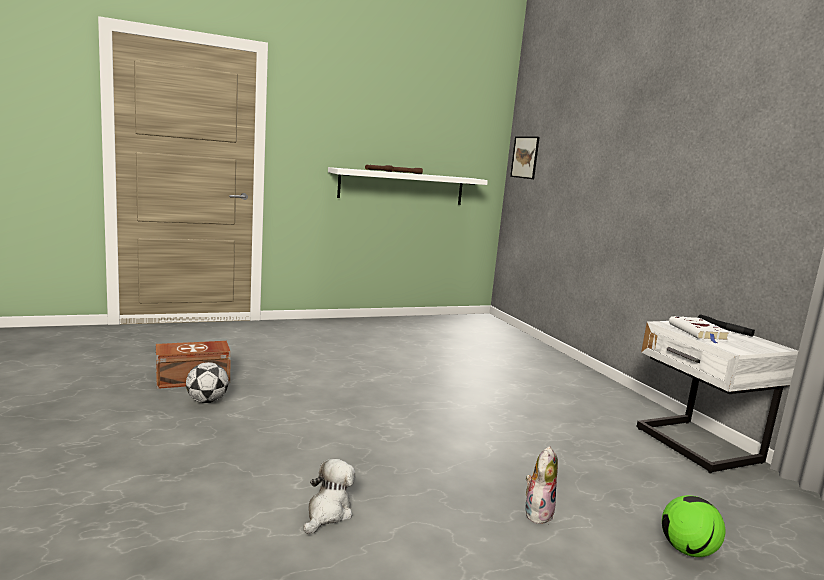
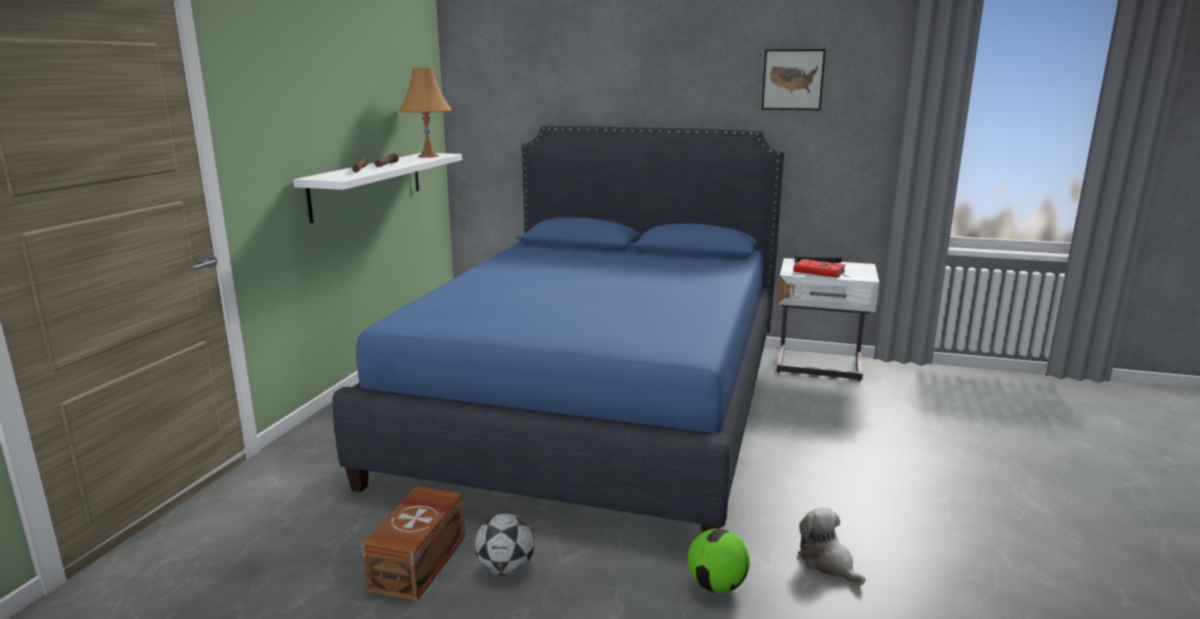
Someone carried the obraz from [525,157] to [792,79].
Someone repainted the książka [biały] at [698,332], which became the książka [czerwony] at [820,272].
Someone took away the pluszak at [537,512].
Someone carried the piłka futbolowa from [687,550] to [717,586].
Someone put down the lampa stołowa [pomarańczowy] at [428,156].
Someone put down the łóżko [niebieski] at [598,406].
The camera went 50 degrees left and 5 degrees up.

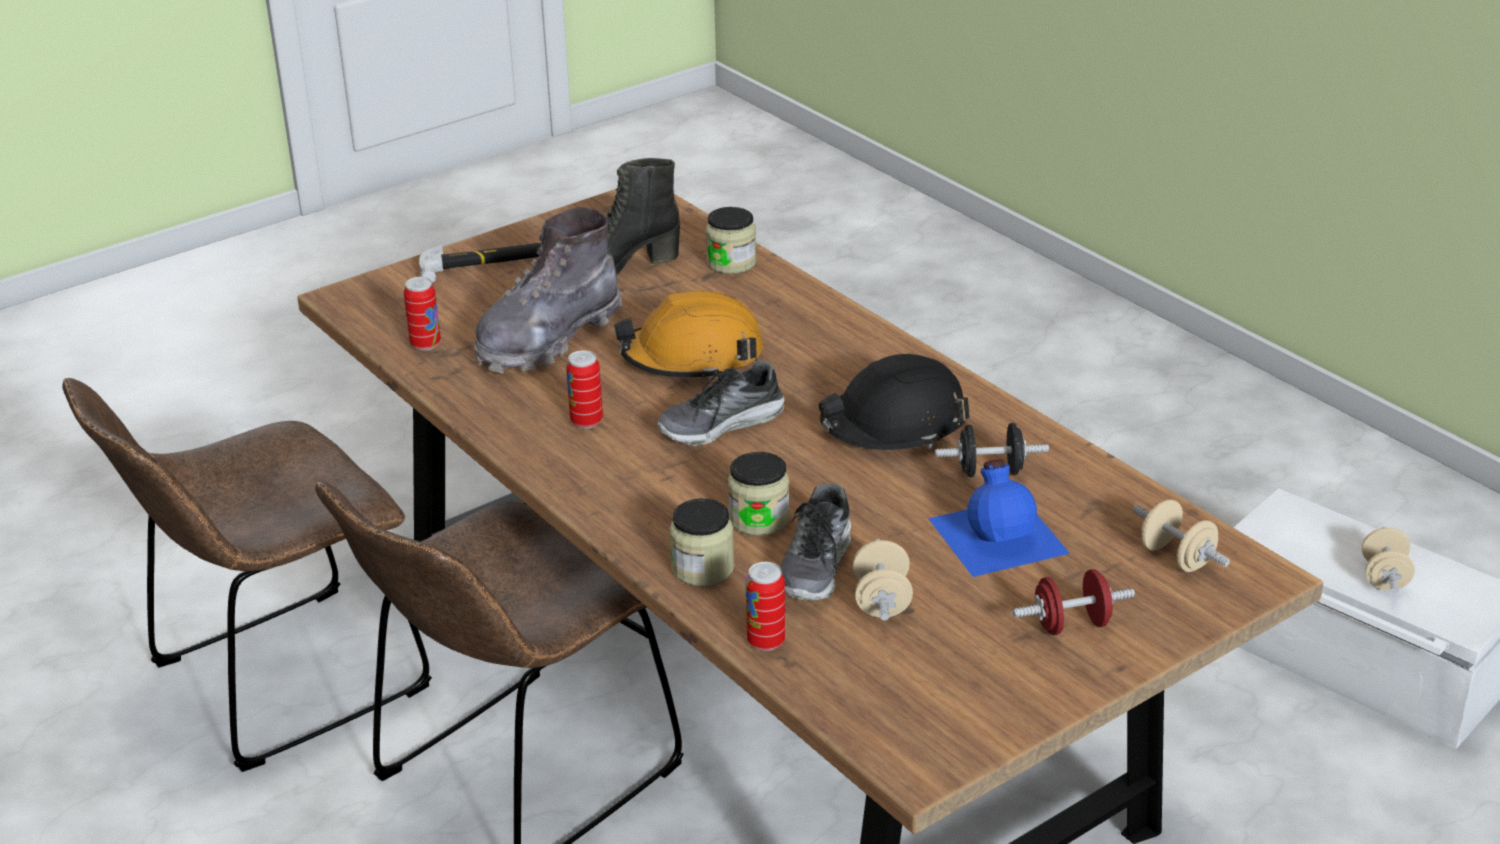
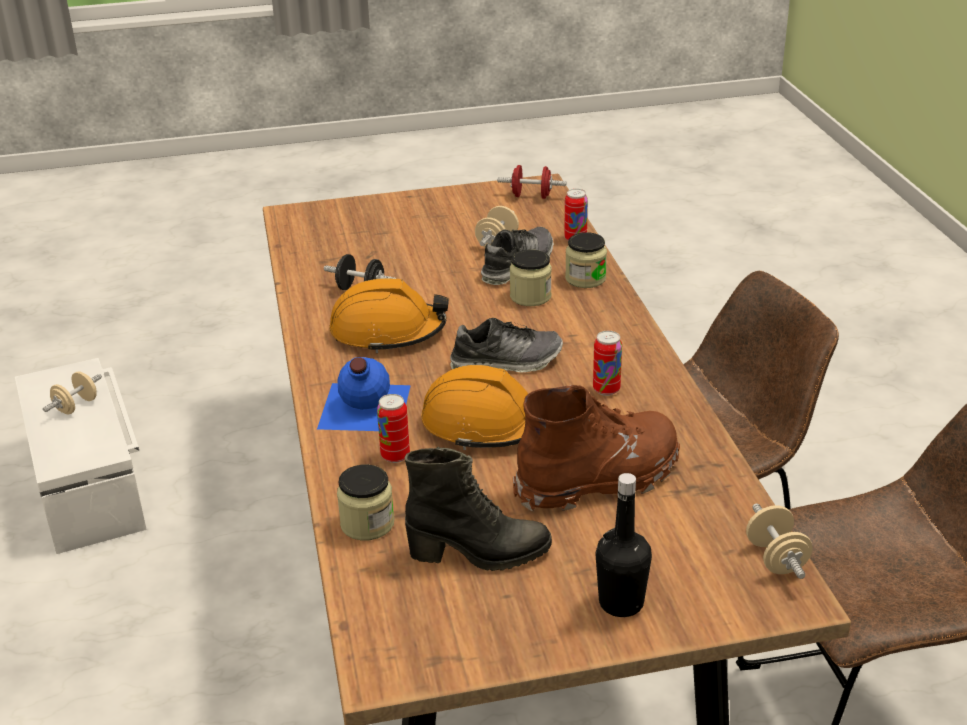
Someone repainted the but z cholewką [szary] at [548,338], which became the but z cholewką [brązowy] at [599,480].
Someone swapped the młotek at [486,264] for the butelka [czarny] at [621,603].
Someone carried the puszka from [425,344] to [395,456].
Someone repainted the kask [czarny] at [894,426], which became the kask [pomarańczowy] at [387,332].
Someone carried the butelka [niebieski] from [999,534] to [363,407].
Someone carried the hantel [beżowy] from [1176,558] to [776,558].
Someone carried the hantel [czerwony] from [1071,625] to [531,196].
The camera went 155 degrees left and 0 degrees up.

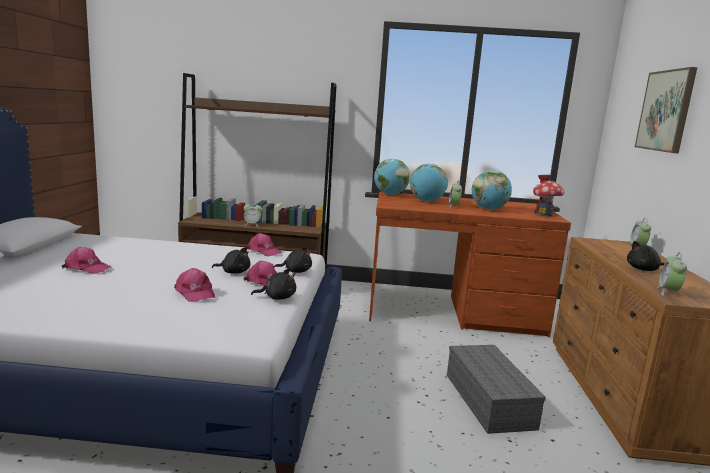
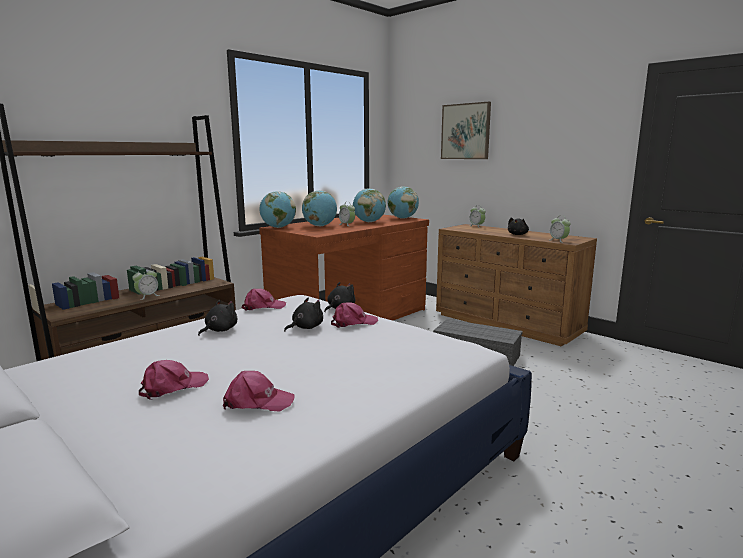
Someone swapped the domek at [544,214] for the globus at [402,218].
Someone carried the czapka z daszkiem [różowy] from [195,293] to [257,402].
Someone carried the pluszak [czarny] from [277,297] to [219,330].
The camera went 50 degrees left and 0 degrees up.

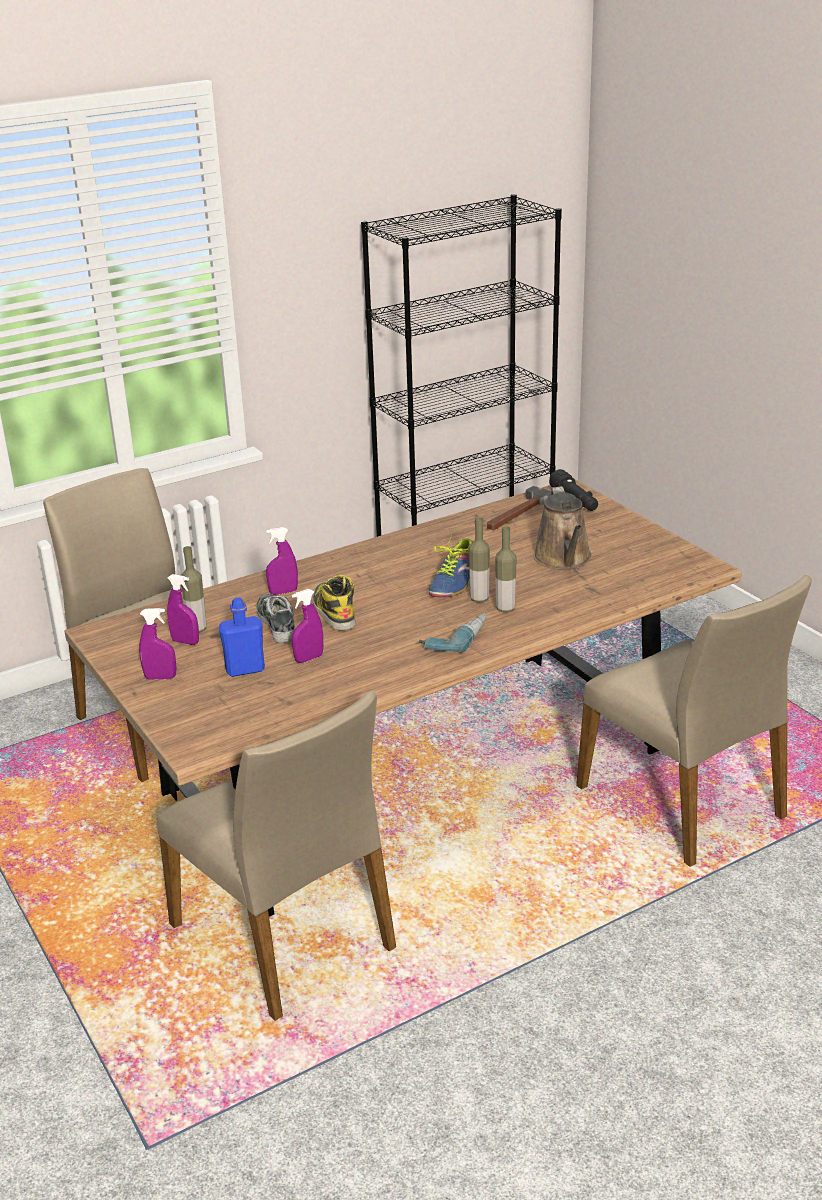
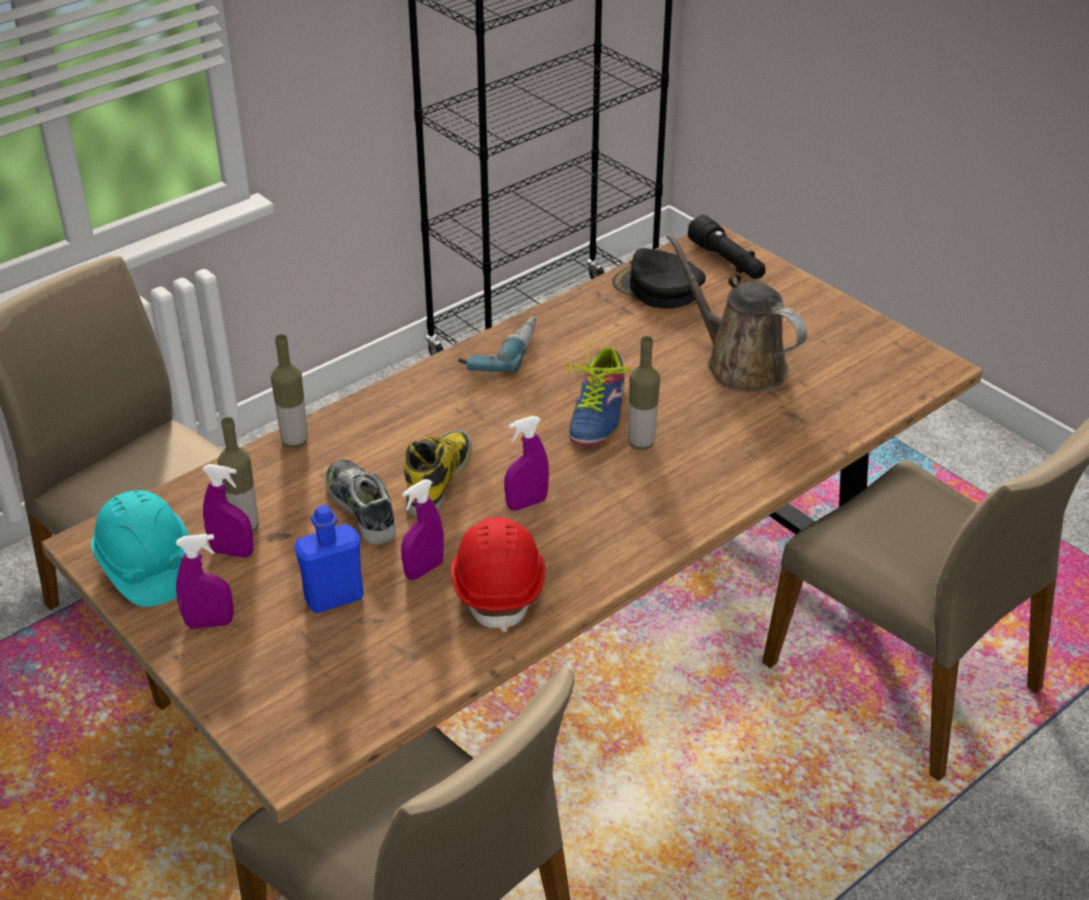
Someone swapped the młotek at [519,514] for the czapka z daszkiem [czarny] at [657,288].
Someone rotated the konewka [brązowy] at [563,559] by 150 degrees clockwise.
Someone carried the butelka from [505,609] to [294,441].
Someone carried the spryskiwacz [fioletowy] from [283,592] to [526,503].
Someone rotated the but z cholewką at [333,611] by 45 degrees clockwise.
Someone carried the wiertarka from [455,638] to [500,352].
Someone put down the kask [turkusowy] at [146,566].
Someone put down the kask [czerwony] at [499,587].
The camera went 10 degrees left and 10 degrees up.

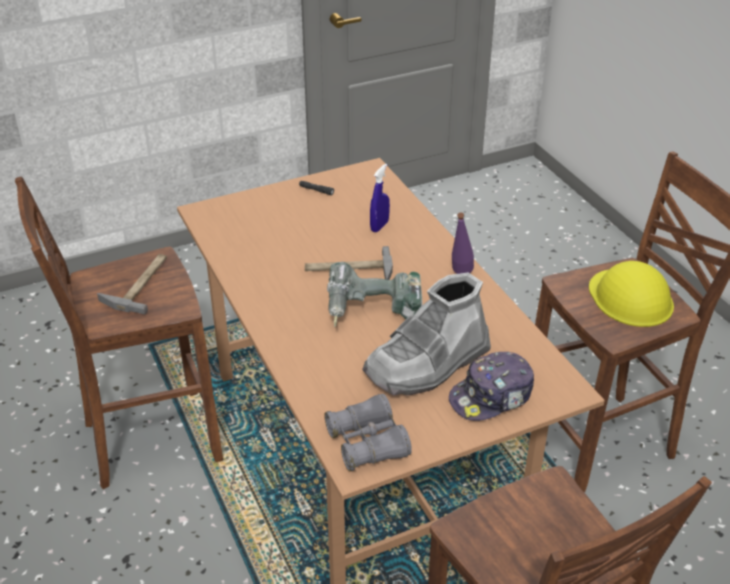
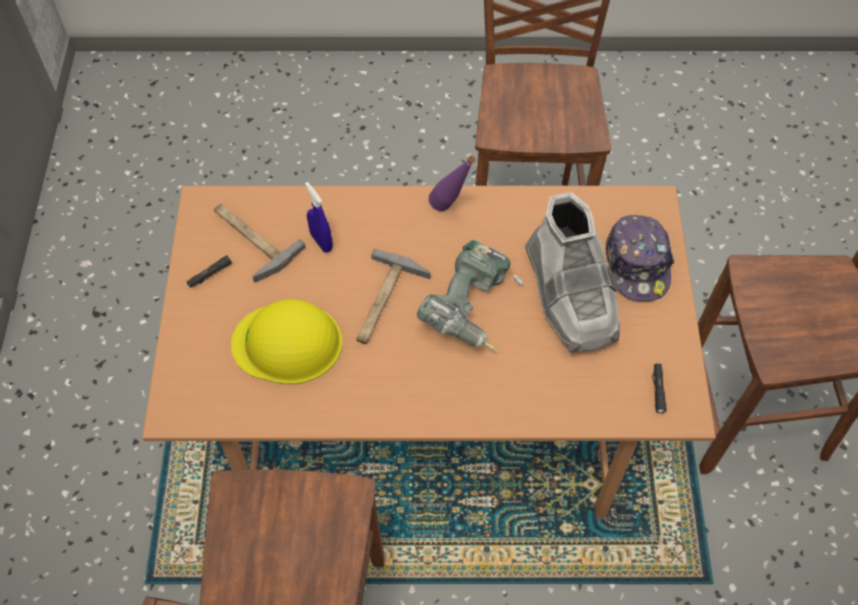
Someone carried the młotek from [141,284] to [249,239].
Someone carried the kask [żółty] from [630,298] to [288,343].
Someone swapped the lornetka [szary] at [367,443] for the latarka [czarny] at [658,390].
The camera went 65 degrees left and 20 degrees up.

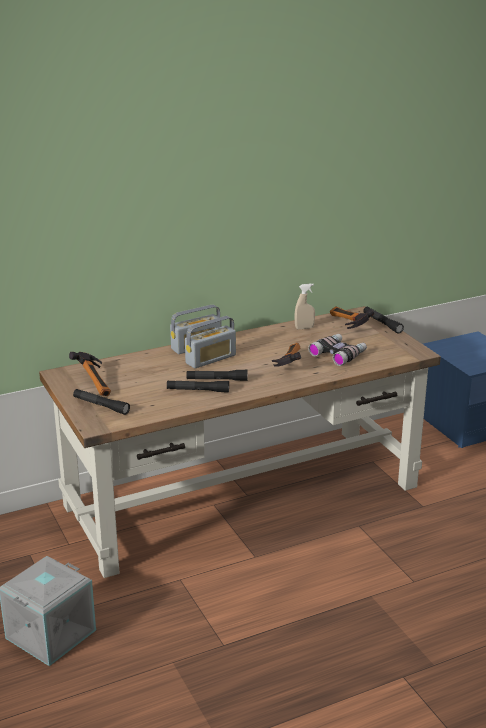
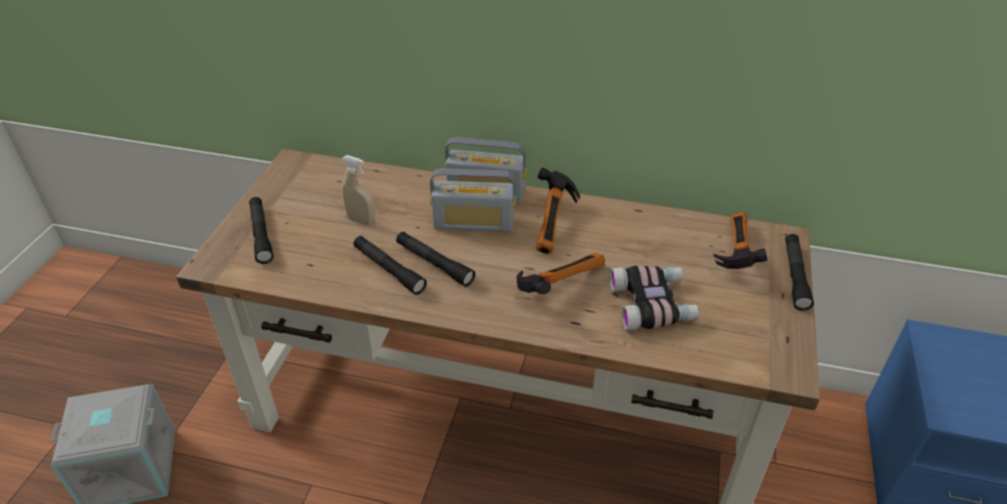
Someone carried the spryskiwacz [beżowy] from [304,328] to [361,221].
Someone carried the młotek from [97,383] to [556,225].
The camera went 40 degrees right and 15 degrees up.

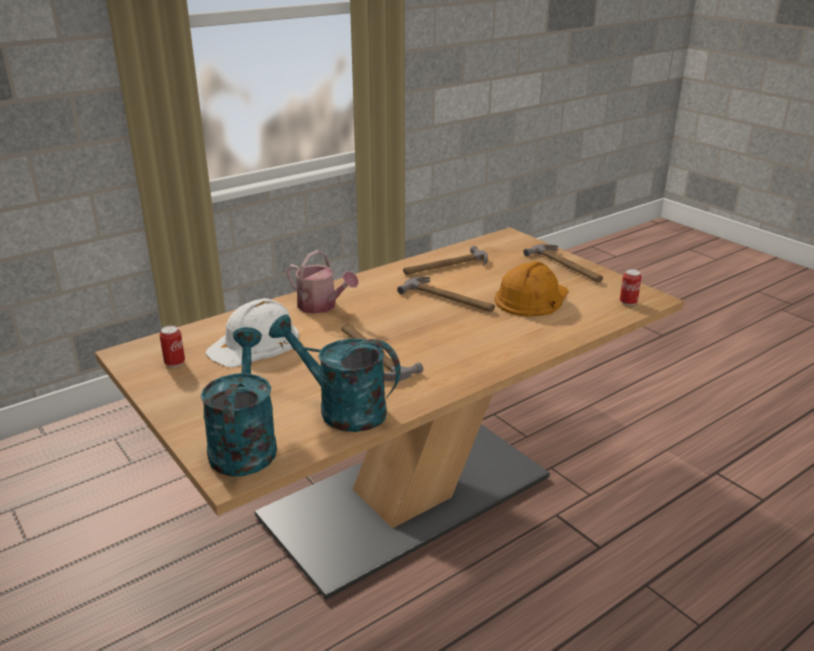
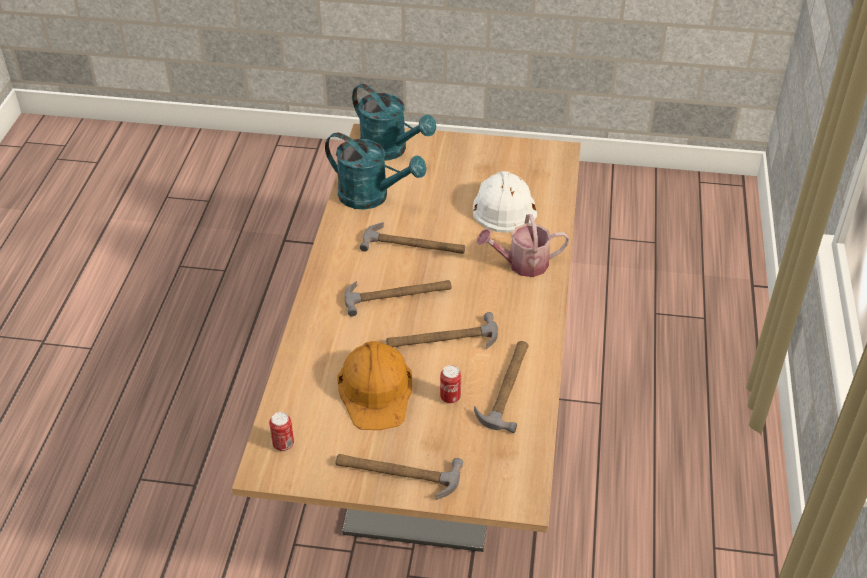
Someone rotated the konewka [turkusowy] at [341,409] by 45 degrees clockwise.
Someone carried the puszka from [175,363] to [450,397].
Someone put down the młotek at [398,295].
The camera went 135 degrees right and 15 degrees up.

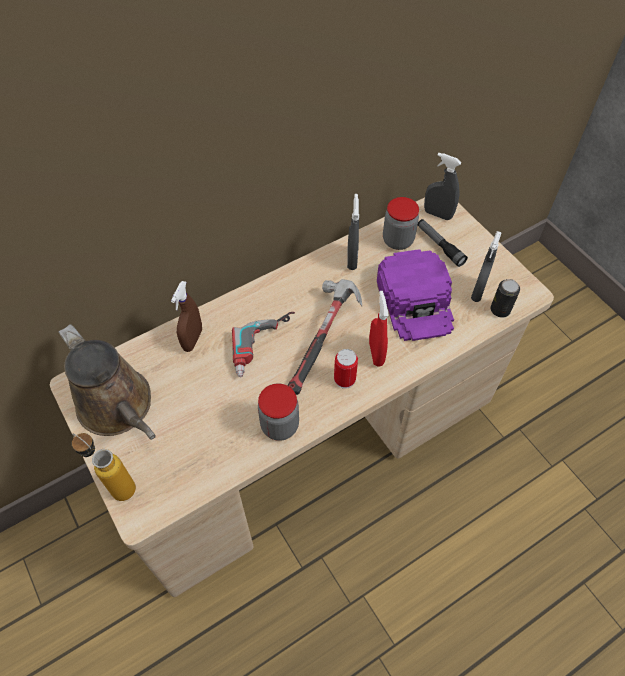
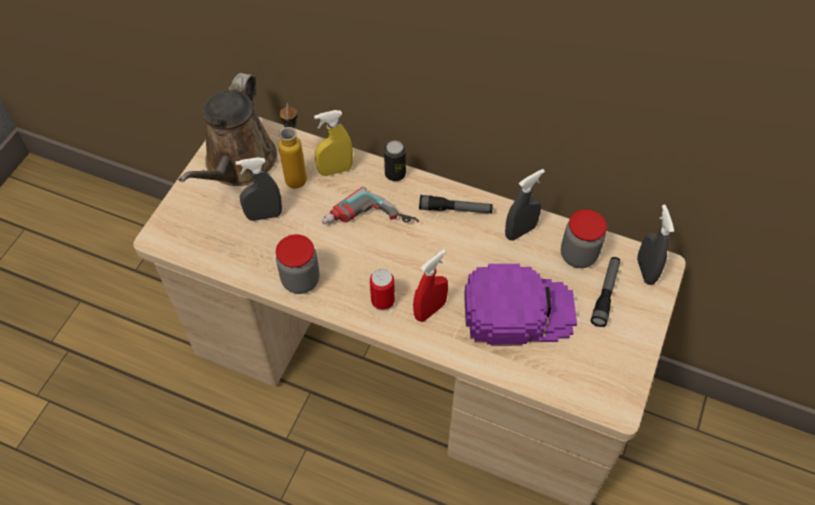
Someone carried the spryskiwacz [szary] from [478,291] to [264,215].
Someone rotated the czapka z daszkiem [fioletowy] at [416,300] by 135 degrees counterclockwise.
Someone took away the młotek at [323,340].
Someone carried the puszka from [500,310] to [395,174].
Someone repainted the spryskiwacz [brązowy] at [192,340], which became the spryskiwacz [żółty] at [335,170].
Someone carried the butelka from [116,484] to [296,173].
Someone put down the latarka at [455,209].
The camera went 55 degrees right and 0 degrees up.

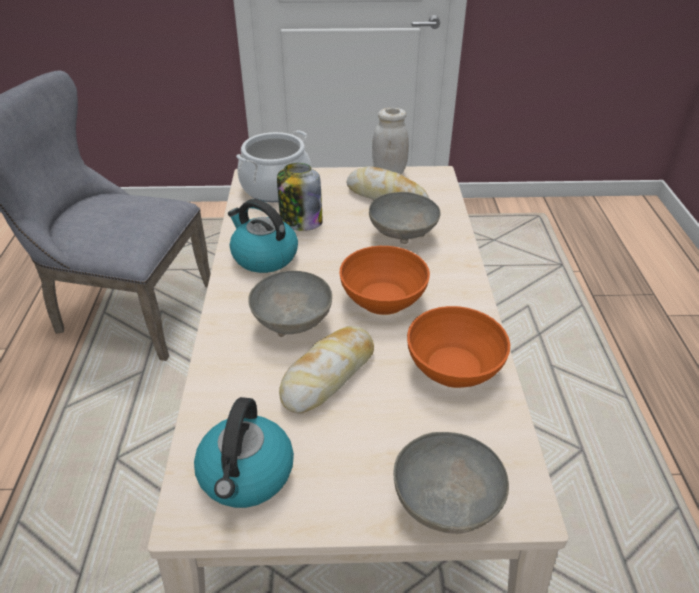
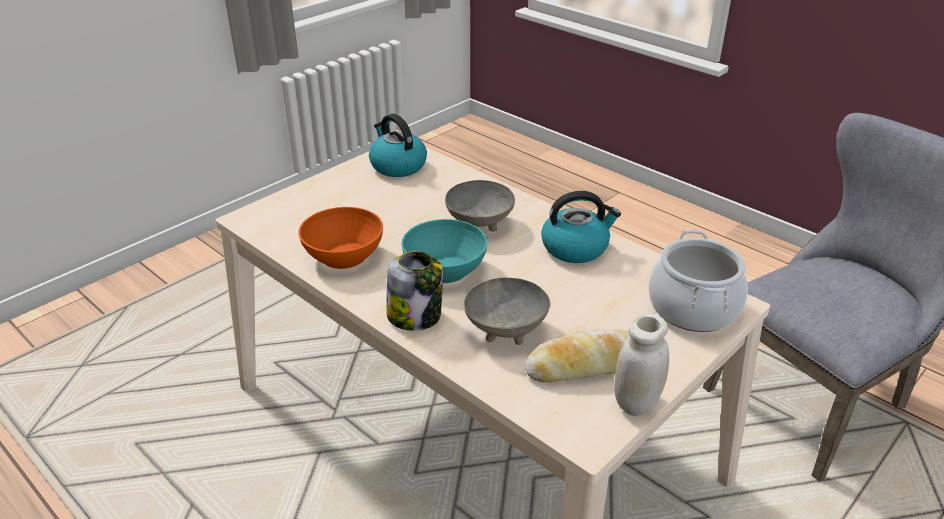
Someone carried the słoik from [300,221] to [415,316].
Someone repainted the miska [pomarańczowy] at [383,298], which became the miska [turkusowy] at [445,269].
Someone took away the chleb at [328,375].
Someone took away the miska [szary] at [444,504].
The camera went 135 degrees right and 5 degrees down.

